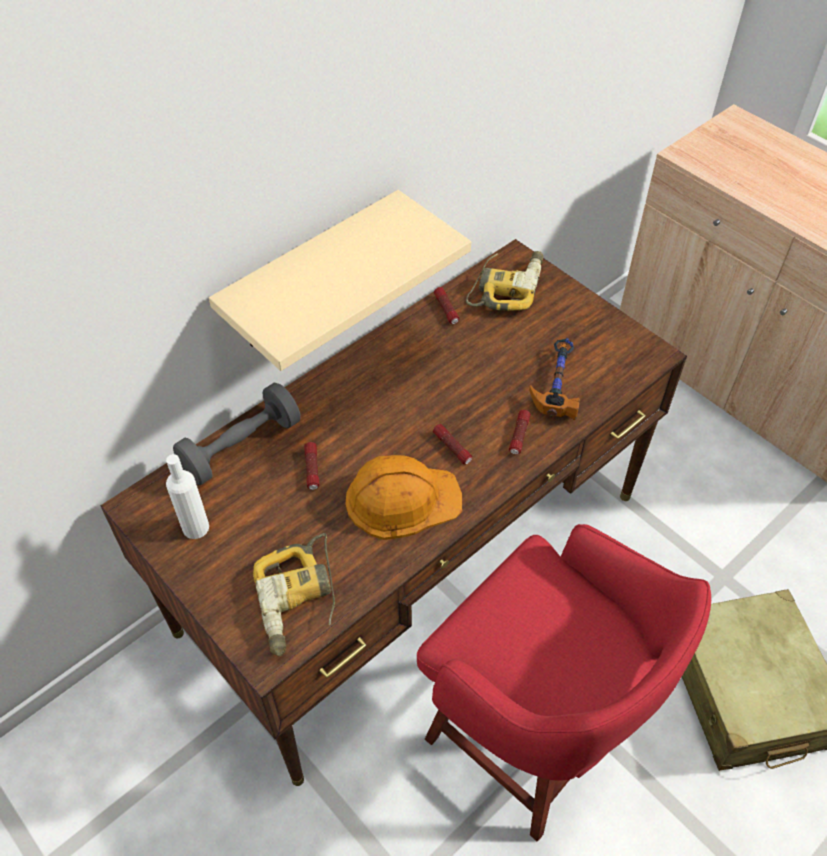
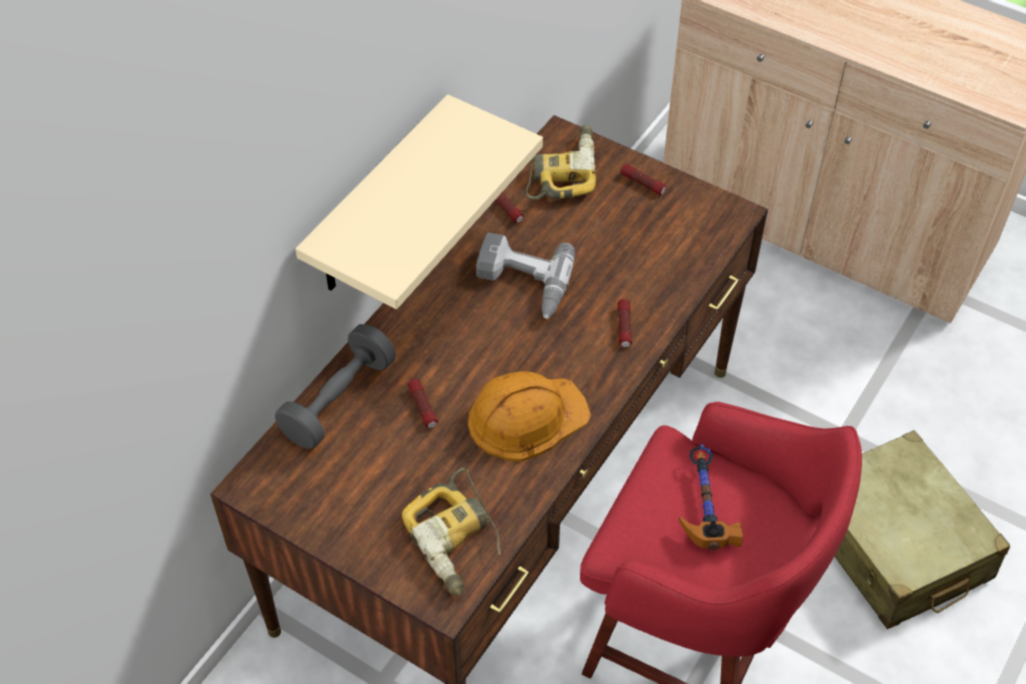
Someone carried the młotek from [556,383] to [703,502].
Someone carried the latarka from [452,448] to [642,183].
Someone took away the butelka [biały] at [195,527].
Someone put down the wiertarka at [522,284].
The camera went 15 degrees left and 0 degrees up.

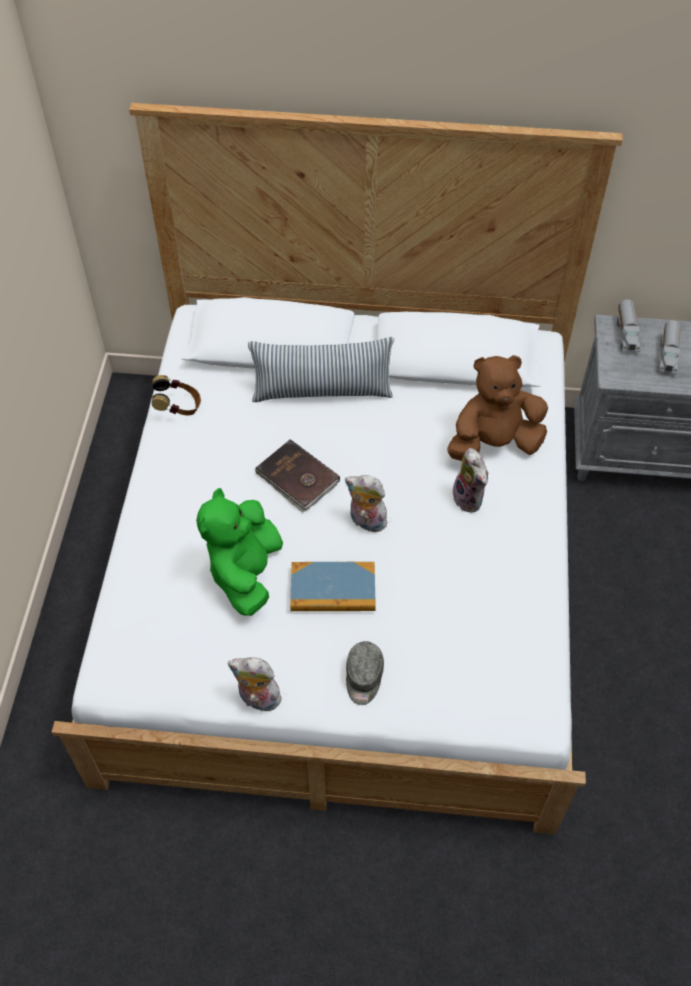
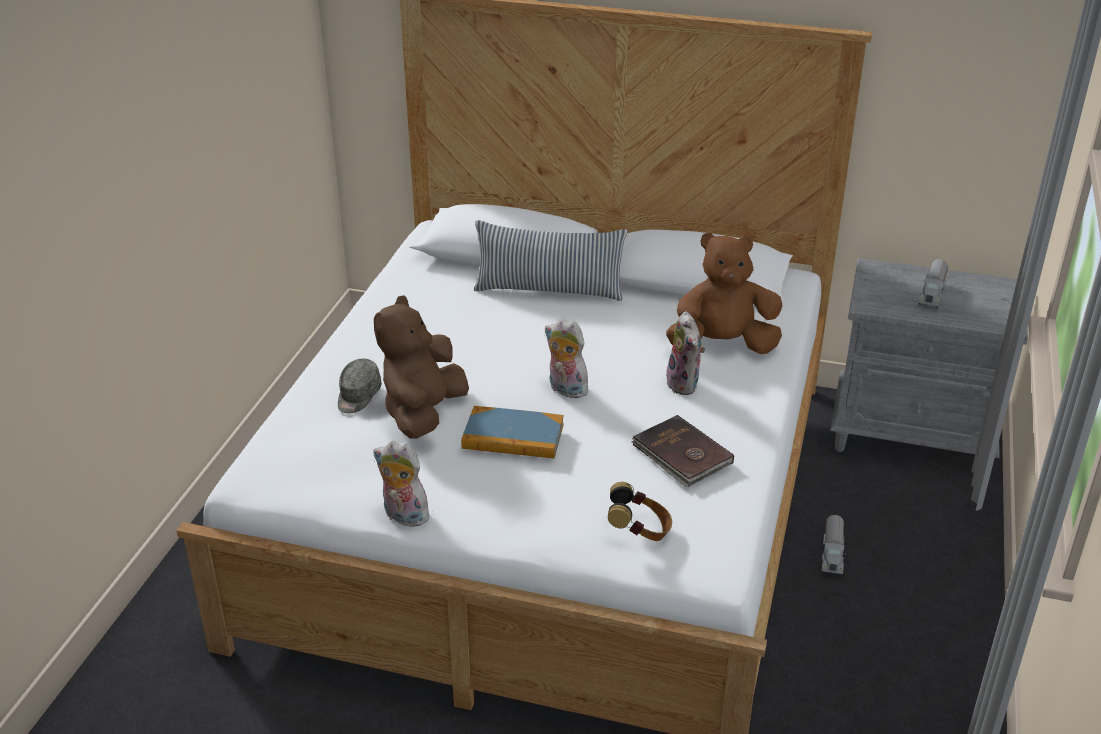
Someone carried the ciężarówka zabawkowa from [627,334] to [833,555].
Someone carried the słuchawki from [178,408] to [639,531].
Someone carried the książka [brązowy] from [297,478] to [681,455].
Someone repainted the pluszak [zielony] at [245,573], which became the pluszak [brązowy] at [423,413].
Someone carried the czapka z daszkiem [szary] from [363,677] to [358,396].
The camera went 10 degrees right and 20 degrees down.

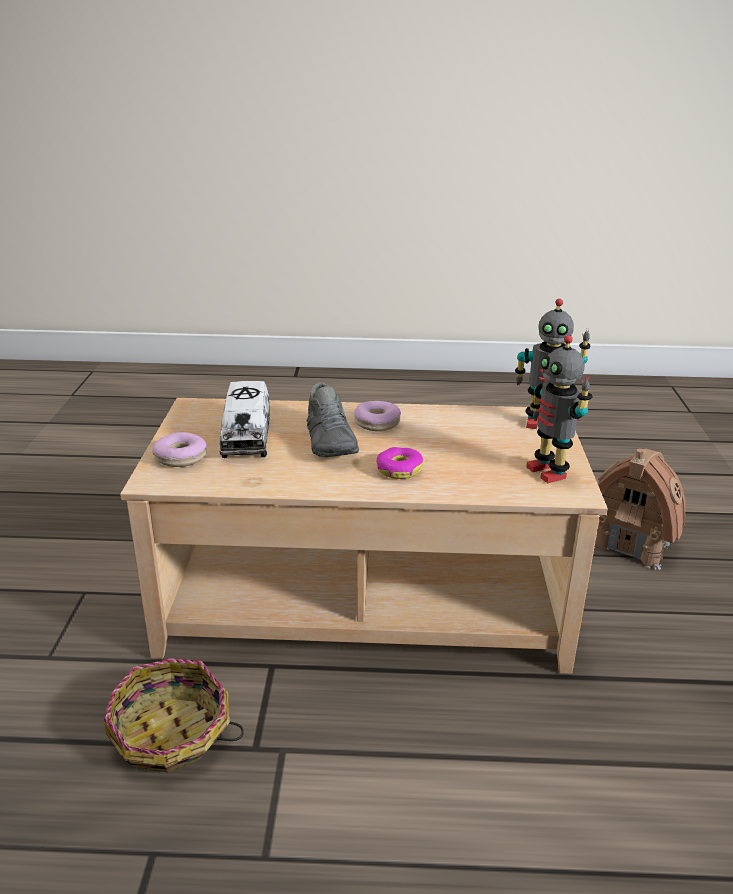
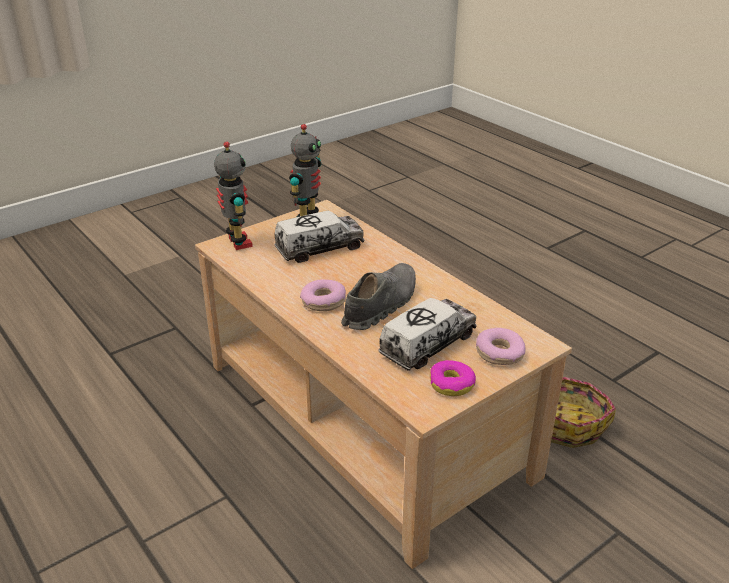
Someone carried the donut from [399,470] to [451,384].
Someone took away the domek at [632,541].
Someone put down the ciężarówka zabawkowa at [319,248].
The camera went 130 degrees left and 5 degrees up.

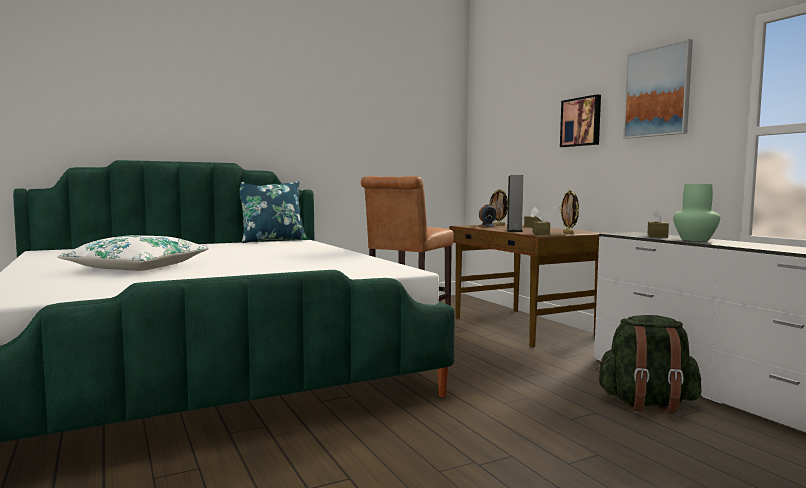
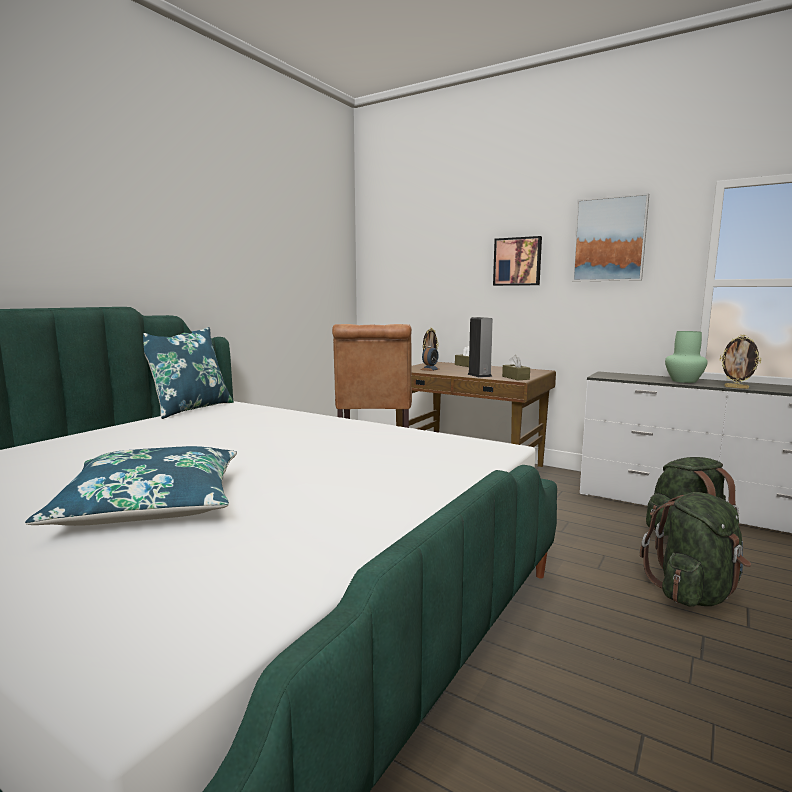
Someone carried the ramka na zdjęcie from [569,233] to [736,387].
Someone took away the pudełko chusteczek [brązowy] at [657,236].
Someone repainted the poduszka [biały] at [138,267], which became the poduszka [niebieski] at [151,505].
Someone put down the plecak [zielony] at [694,593].
The camera went 30 degrees left and 5 degrees up.

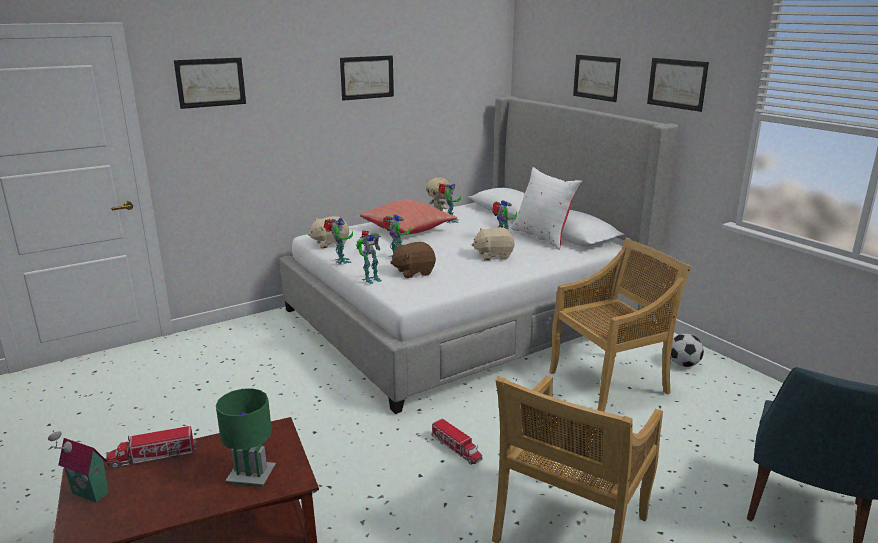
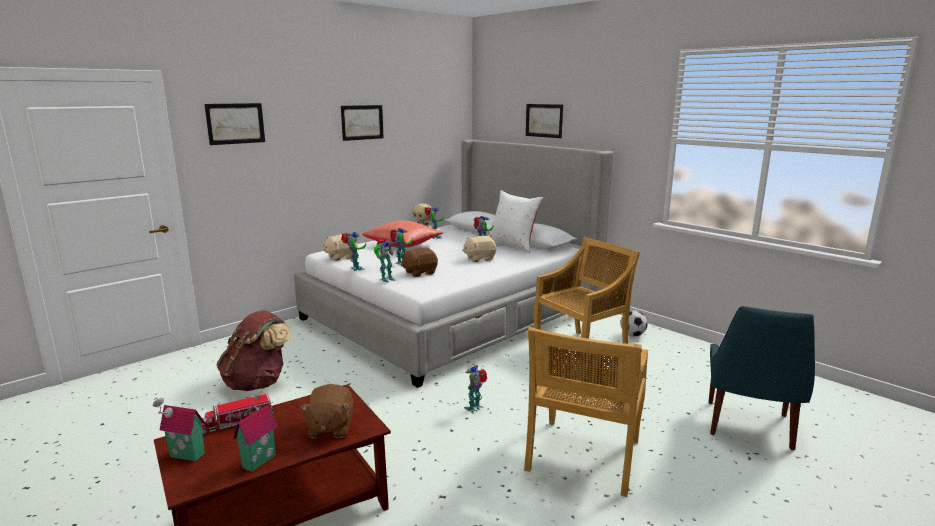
Someone took away the obraz at [677,83].
Someone swapped the lampa stołowa [zielony] at [251,476] for the pluszak [brązowy] at [330,428].
Someone swapped the ciężarówka zabawkowa at [456,448] for the robot zabawkowy at [475,408].
Someone put down the plecak [brązowy] at [258,383].
Someone put down the domek at [257,460].
The camera went 10 degrees left and 5 degrees down.

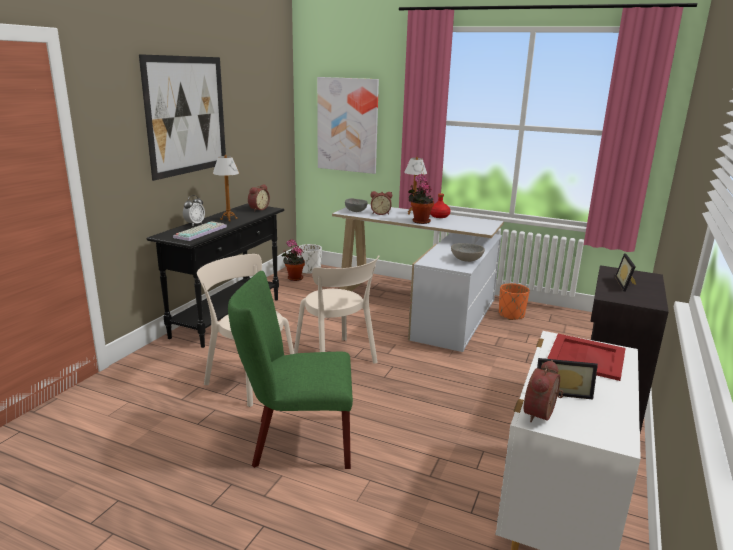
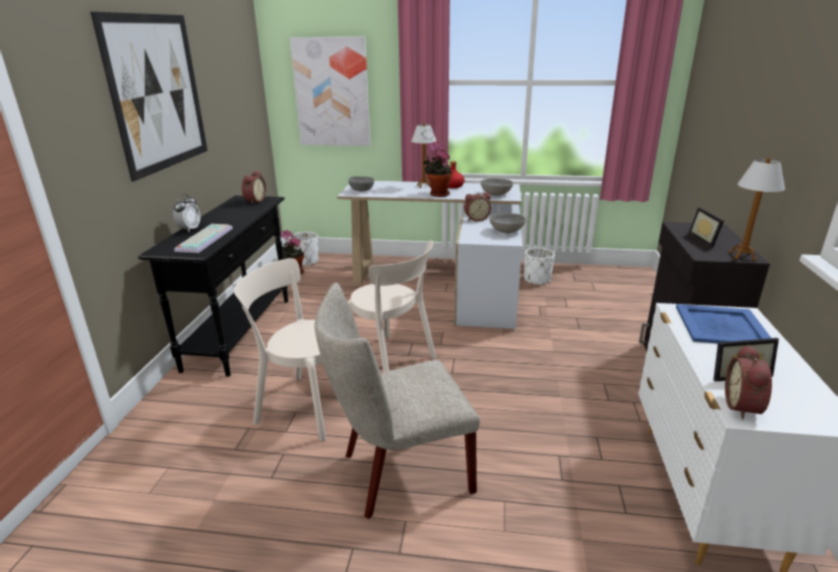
Someone carried the lampa stołowa from [228,219] to [742,256].
Someone carried the budzik from [380,213] to [476,219].
Someone repainted the krzesło [zielony] at [295,441], which became the krzesło [beżowy] at [398,473].
Someone repainted the donica [pomarańczowy] at [511,315], which became the donica [biały] at [537,280].
Someone repainted the taca [czerwony] at [585,356], which became the taca [niebieski] at [721,326].
Someone put down the miska [szary] at [496,194].
The camera went 15 degrees left and 5 degrees up.

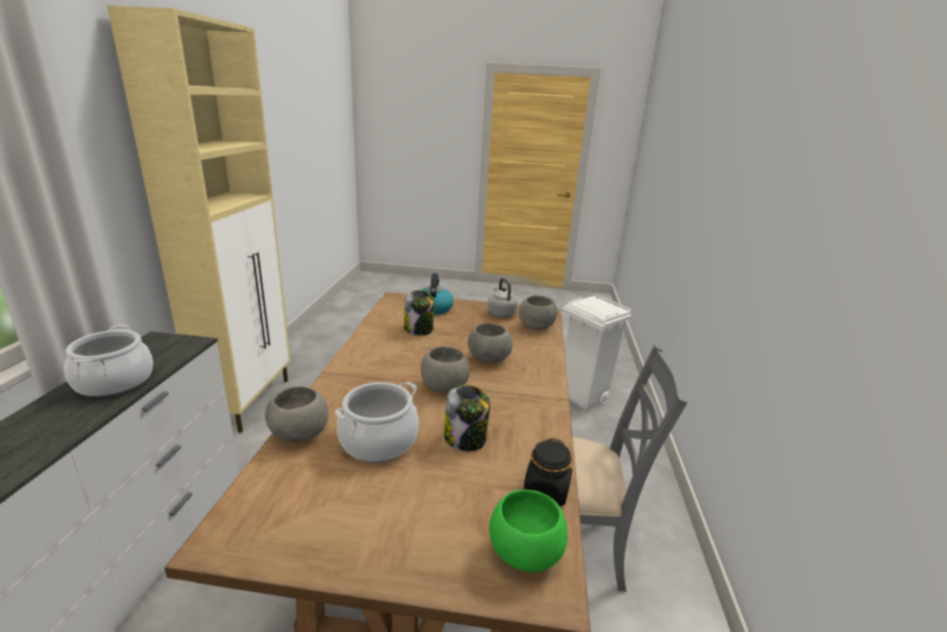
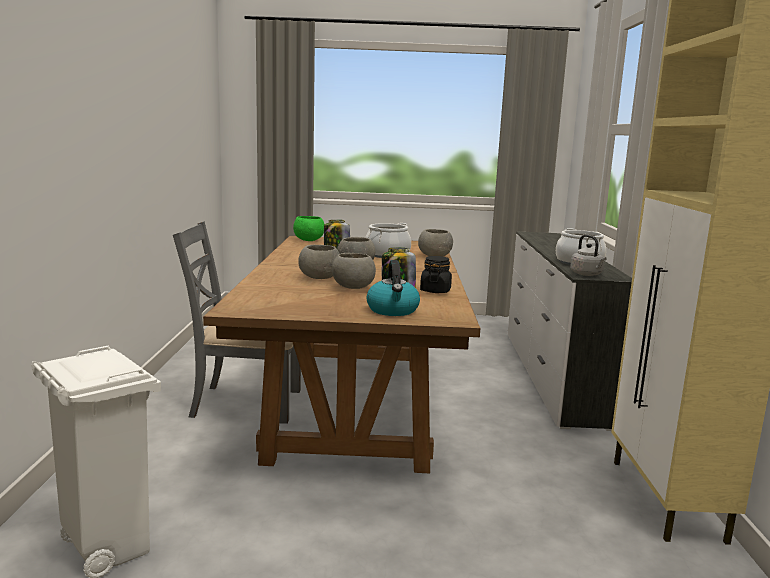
Someone carried the czajnik [szary] from [500,313] to [587,274].
Someone carried the miska [szary] from [536,326] to [352,288].
Someone carried the słoik [czarny] from [546,491] to [435,290].
The camera went 175 degrees right and 10 degrees down.

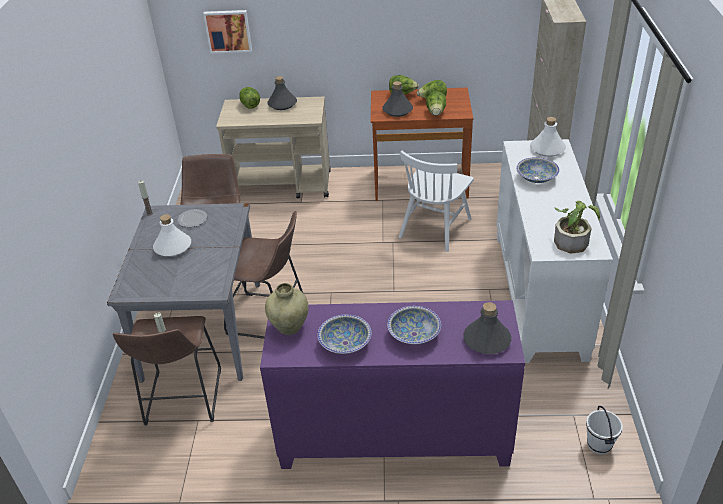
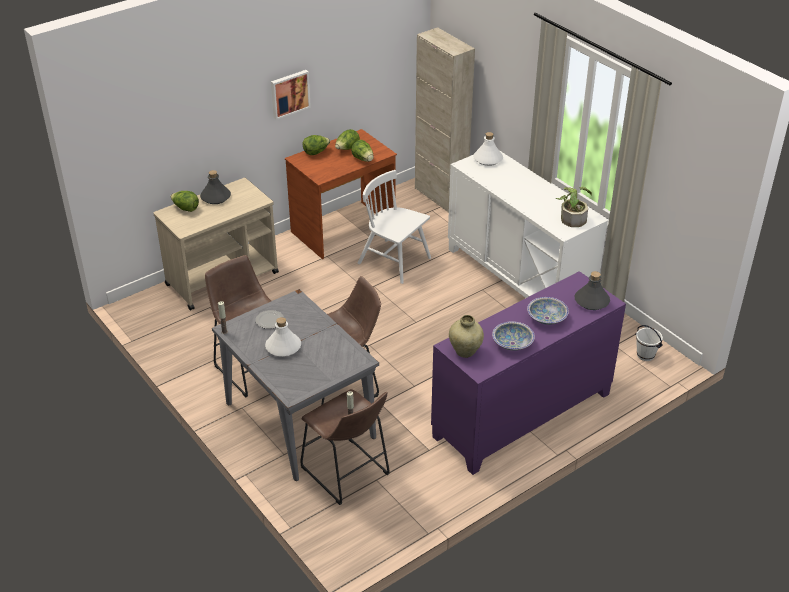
Someone carried the obraz from [228,31] to [289,93].
Someone took away the butelka [szary] at [397,110].
Someone rotated the krzesło [biały] at [435,228] by 135 degrees clockwise.
Someone took away the miska at [536,178].
The camera went 40 degrees left and 0 degrees up.

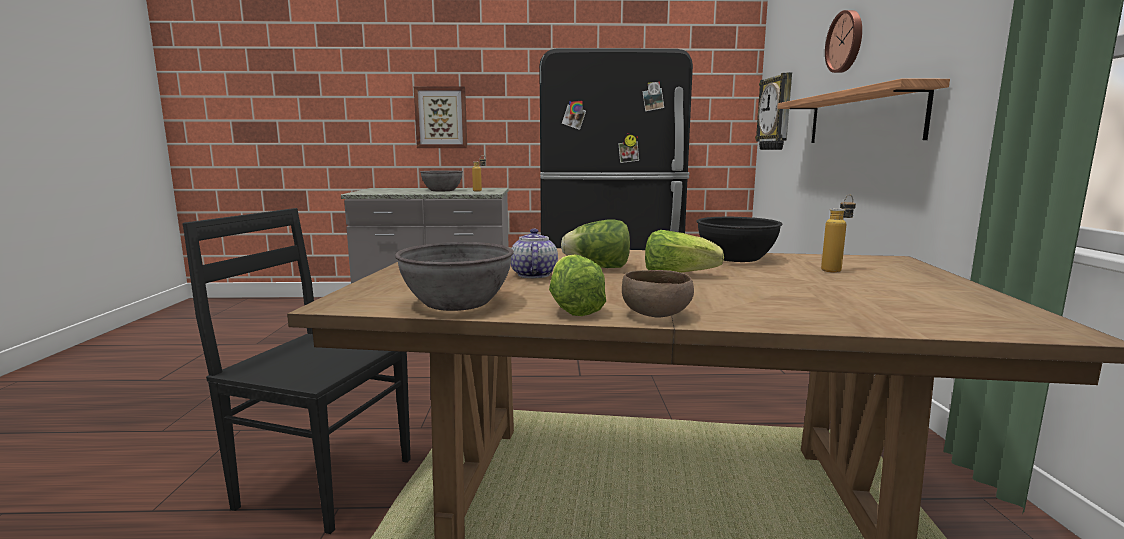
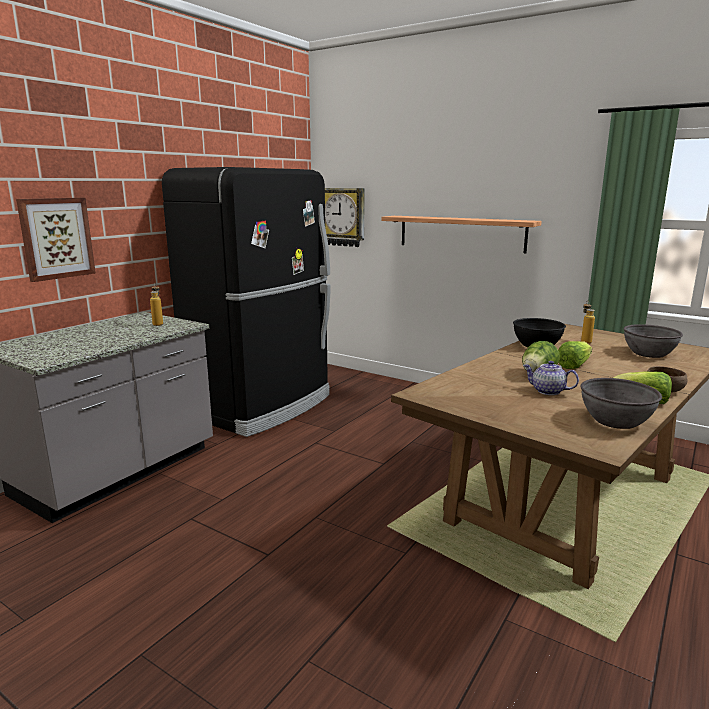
Someone took away the zegar ścienny at [846,42].
Someone carried the miska [szary] from [442,190] to [649,353].
Someone took away the krzesło [czarny] at [323,481].
The camera went 55 degrees left and 5 degrees up.

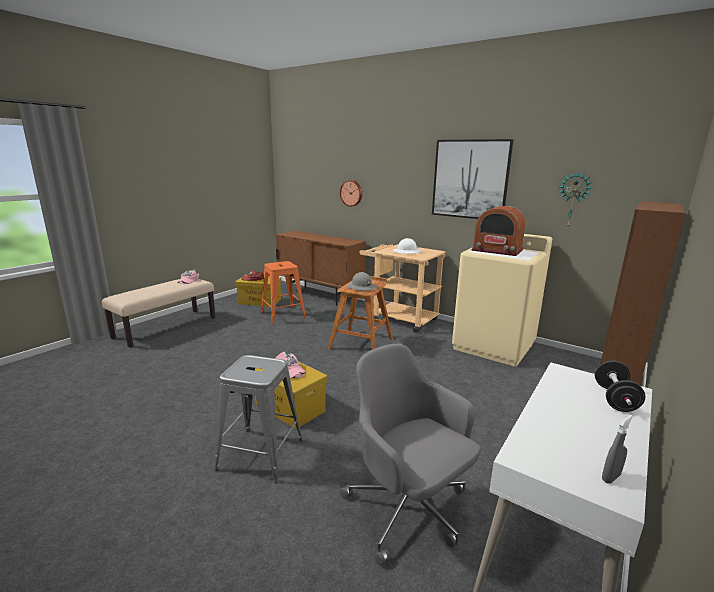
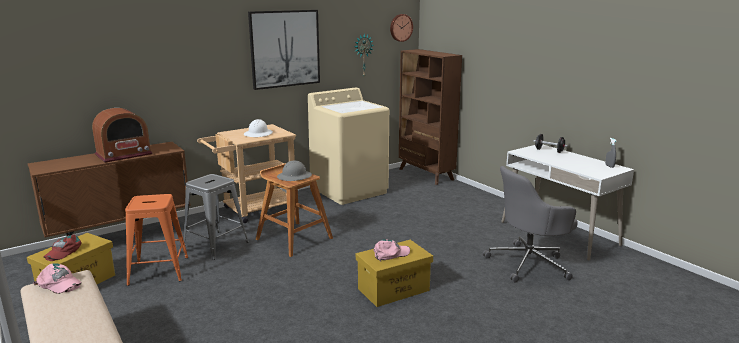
Someone carried the zegar ścienny from [351,193] to [400,27].
Someone carried the radio from [497,250] to [124,154].
Someone carried the stołek [szary] from [261,454] to [216,245].
The camera went 70 degrees left and 0 degrees up.

